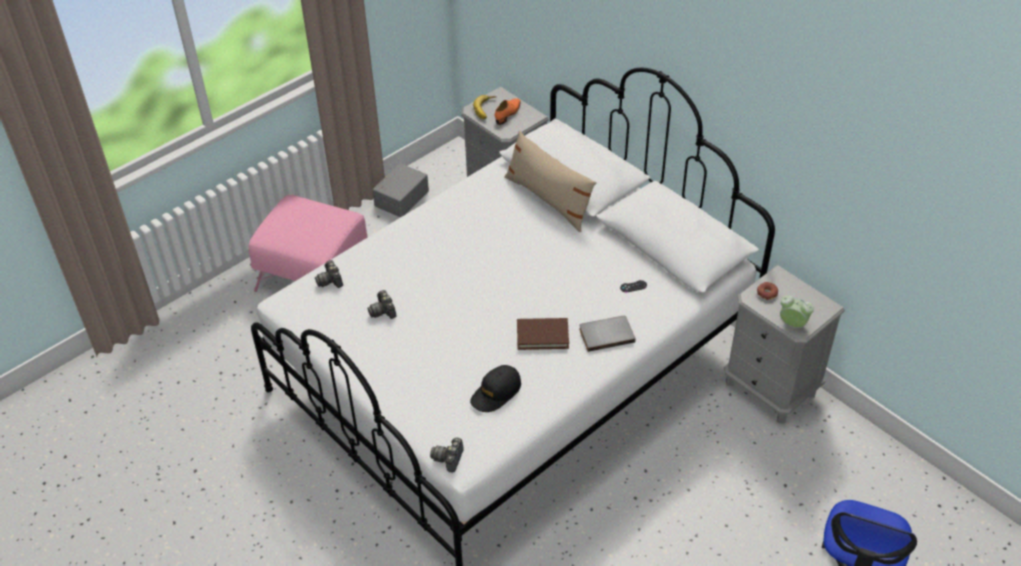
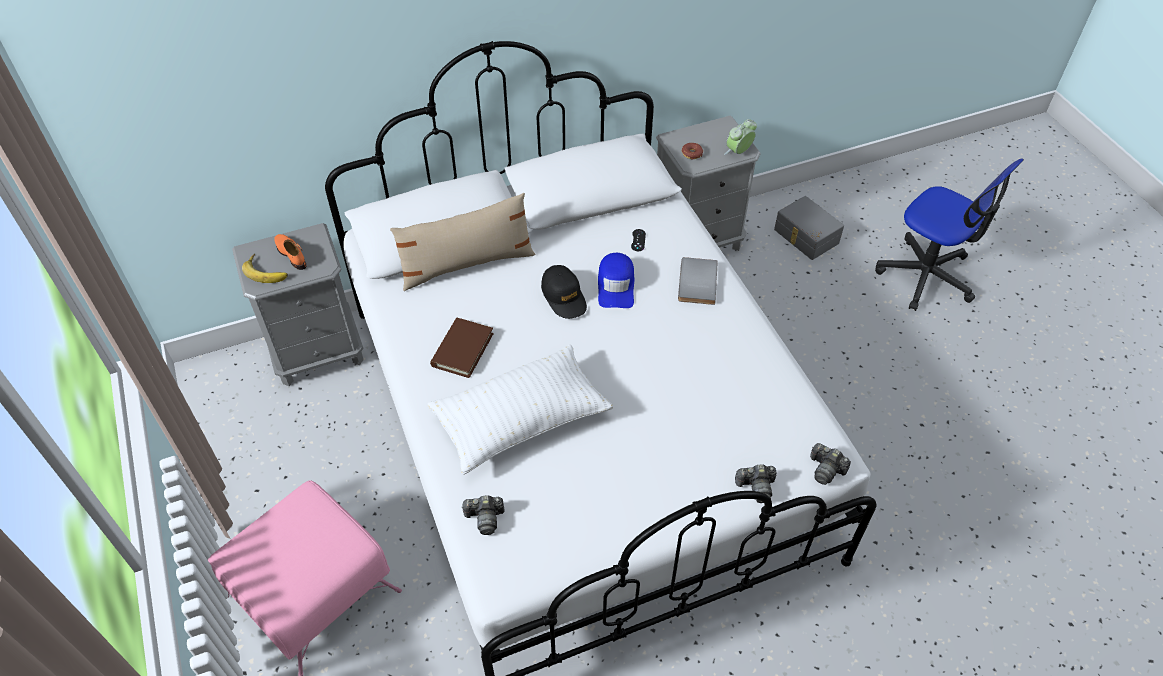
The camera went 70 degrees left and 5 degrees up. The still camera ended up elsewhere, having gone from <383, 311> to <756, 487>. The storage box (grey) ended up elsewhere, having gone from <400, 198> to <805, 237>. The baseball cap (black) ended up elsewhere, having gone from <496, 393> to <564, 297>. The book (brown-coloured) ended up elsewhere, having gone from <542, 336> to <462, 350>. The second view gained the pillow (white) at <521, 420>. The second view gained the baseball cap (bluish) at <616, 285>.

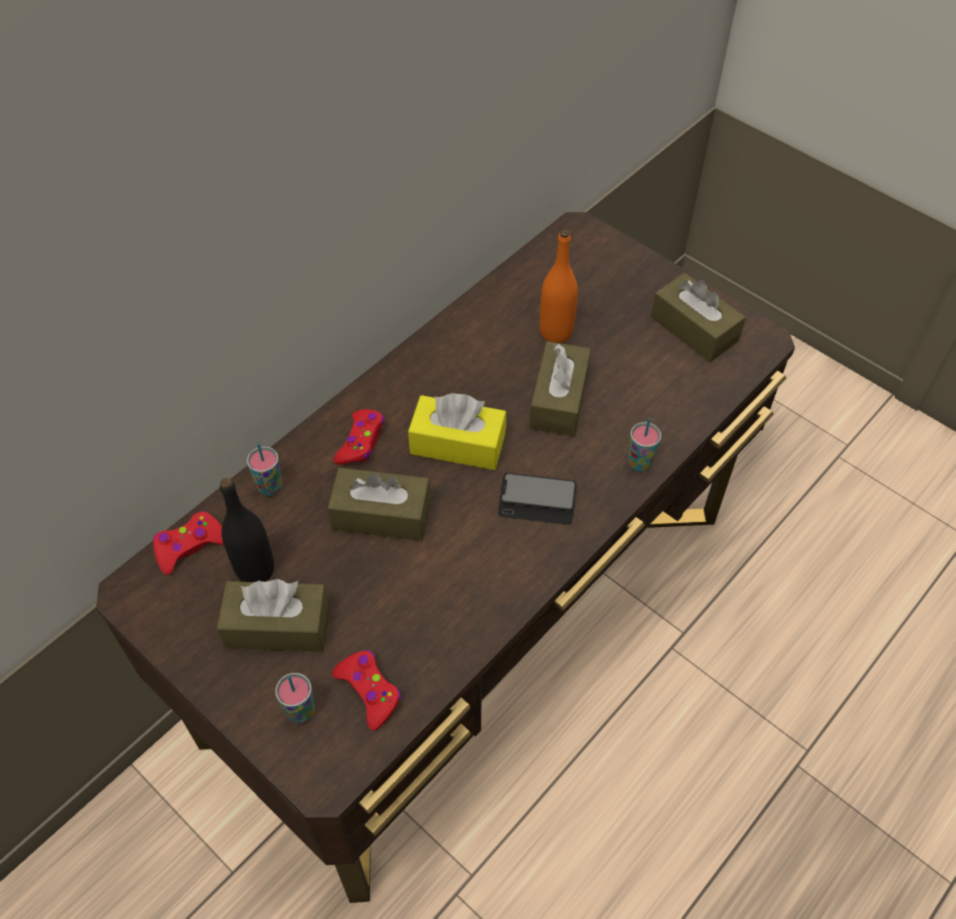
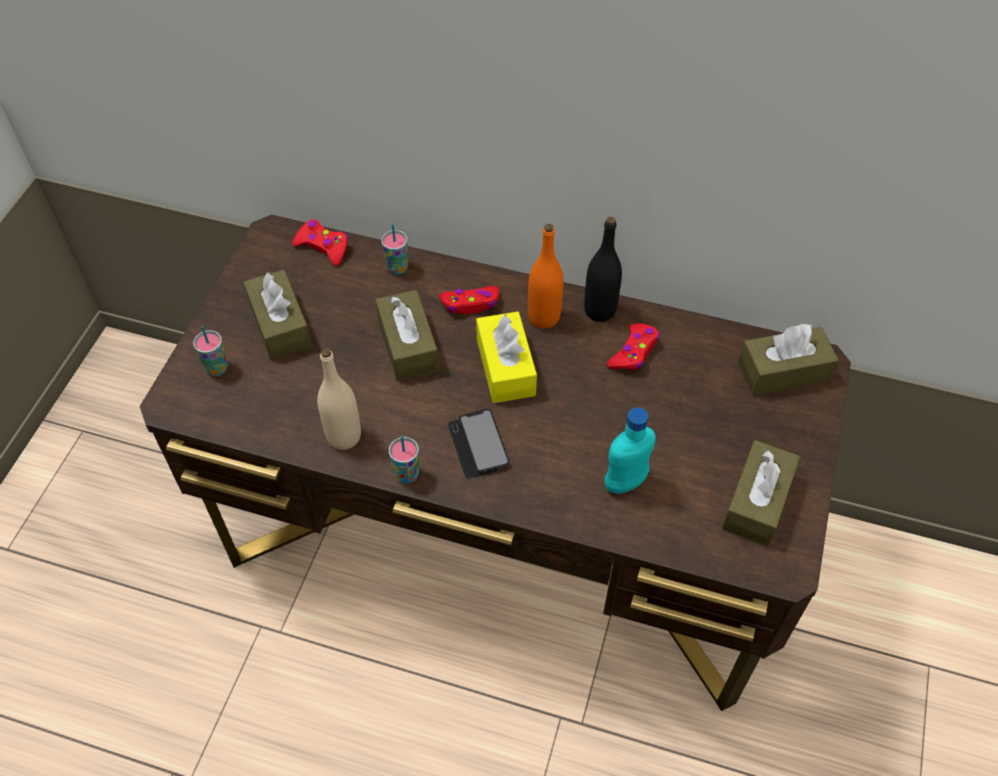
The camera went 65 degrees right and 0 degrees up. The drink bottle (black) ended up elsewhere, having gone from <255, 570> to <599, 310>. The gamepad (red) ended up elsewhere, having gone from <369, 691> to <634, 352>. The box of tissues (brown-coloured) ended up elsewhere, having gone from <559, 400> to <783, 372>. The drink bottle (orange) ended up elsewhere, having gone from <556, 332> to <544, 317>. The drinking cup ended up elsewhere, having gone from <639, 463> to <407, 475>. The second view gained the drink bottle (beige) at <344, 436>. The second view gained the drink bottle (blue-green) at <625, 482>.

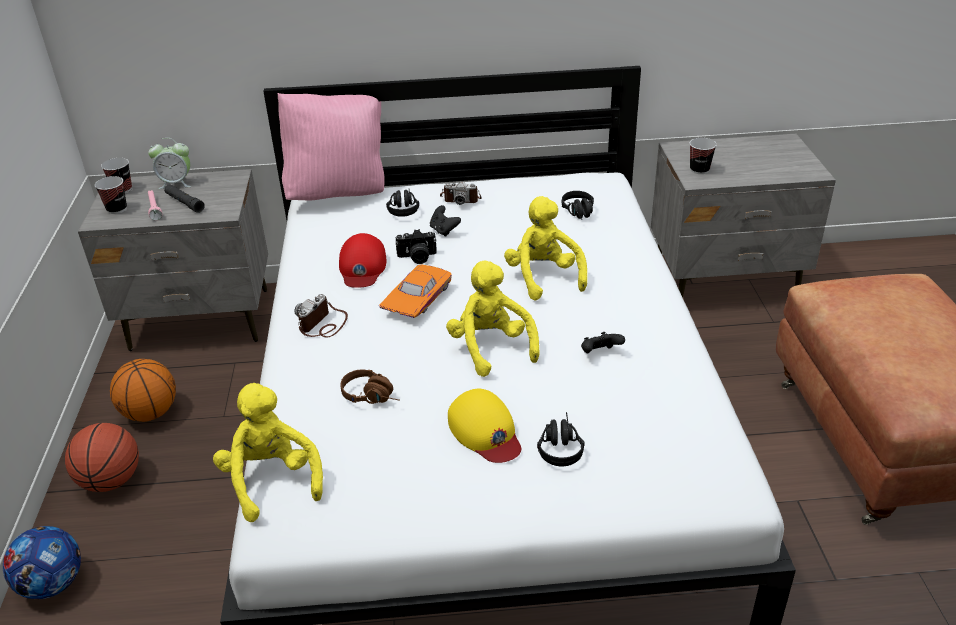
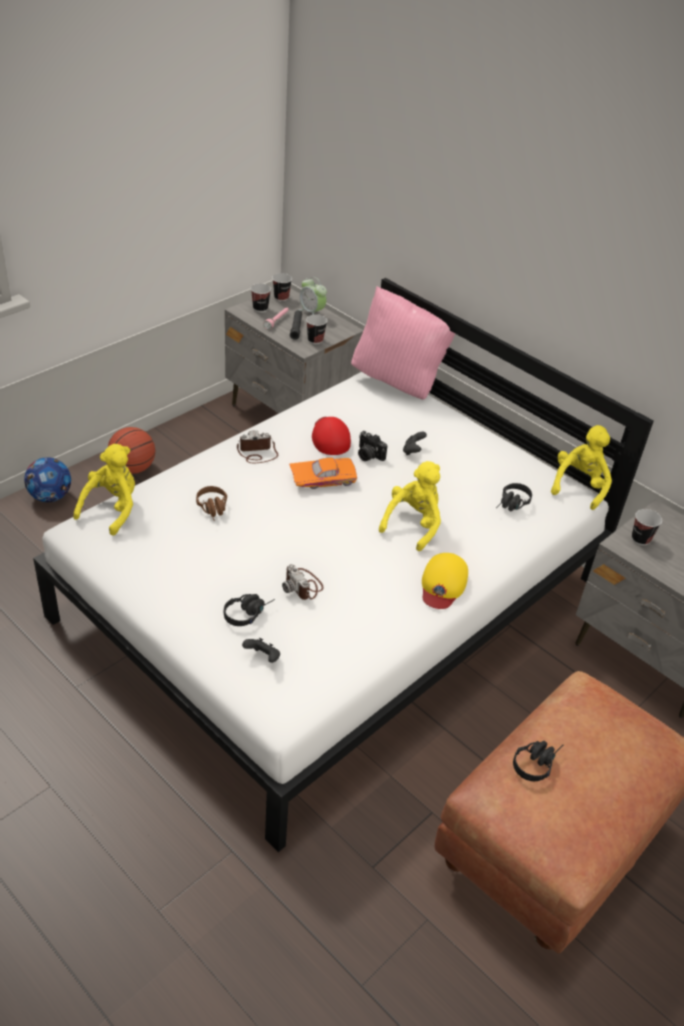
The camera went 45 degrees right and 5 degrees up. The second view lost the basketball ball at <151, 413>. The baseball cap (red) at <362, 267> ended up facing another way, 120 degrees clockwise from before. The pair of headphones (black) ended up elsewhere, having gone from <403, 208> to <536, 762>. The still camera ended up elsewhere, having gone from <461, 198> to <303, 586>. The soft toy (yellow-coloured) ended up elsewhere, having gone from <491, 347> to <579, 486>. The baseball cap (yellow-coloured) ended up elsewhere, having gone from <485, 431> to <443, 584>. The gamepad (black) ended up elsewhere, having gone from <600, 354> to <263, 658>. The second view gained the drinking cup at <315, 340>.

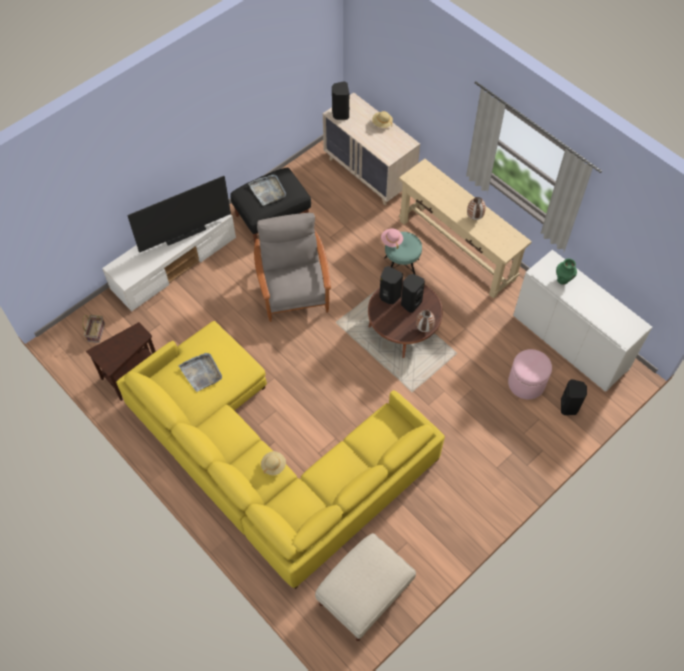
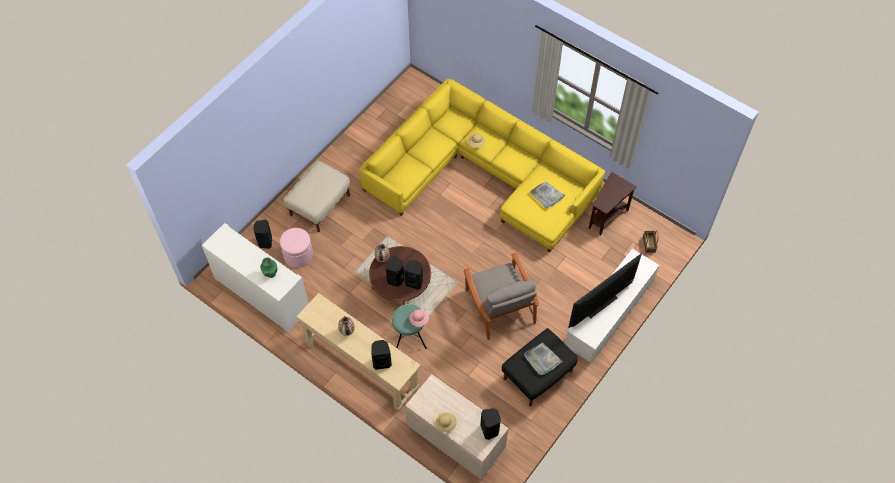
The camera went 170 degrees right and 0 degrees up. The footrest (beige) ended up elsewhere, having gone from <364, 594> to <320, 205>. The second view gained the audio speaker (black) at <382, 362>.

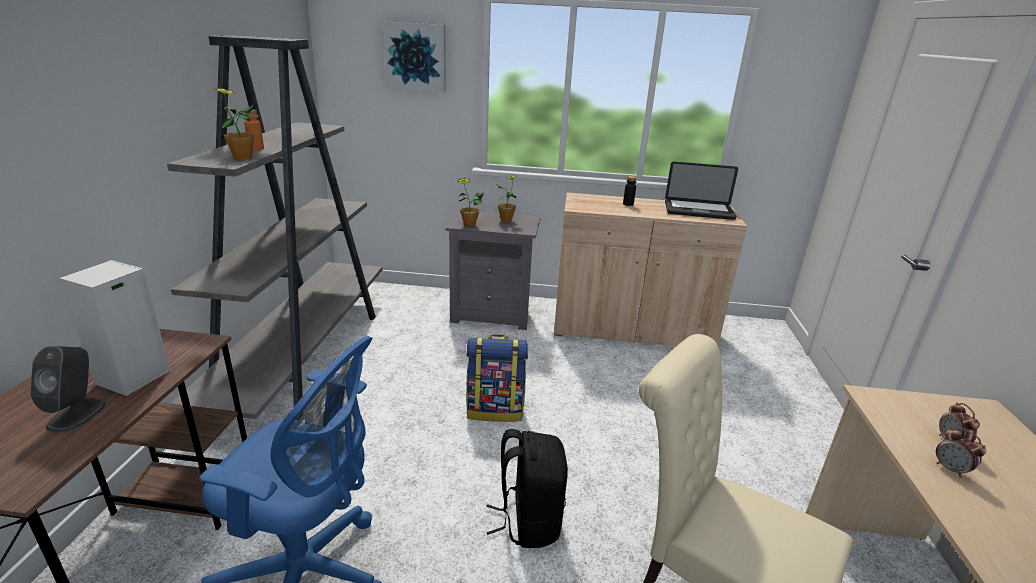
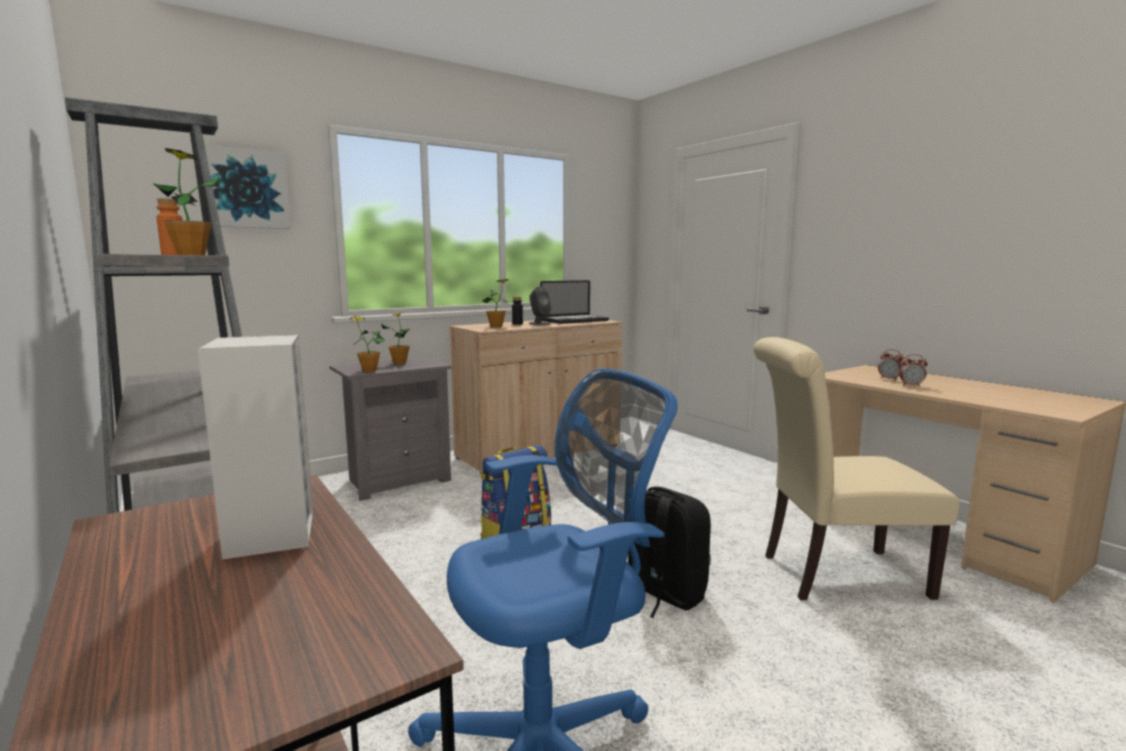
The camera went 40 degrees left and 15 degrees down. The audio speaker (grey) ended up elsewhere, having gone from <77, 414> to <539, 324>. The second view gained the plant in a pot at <496, 326>.

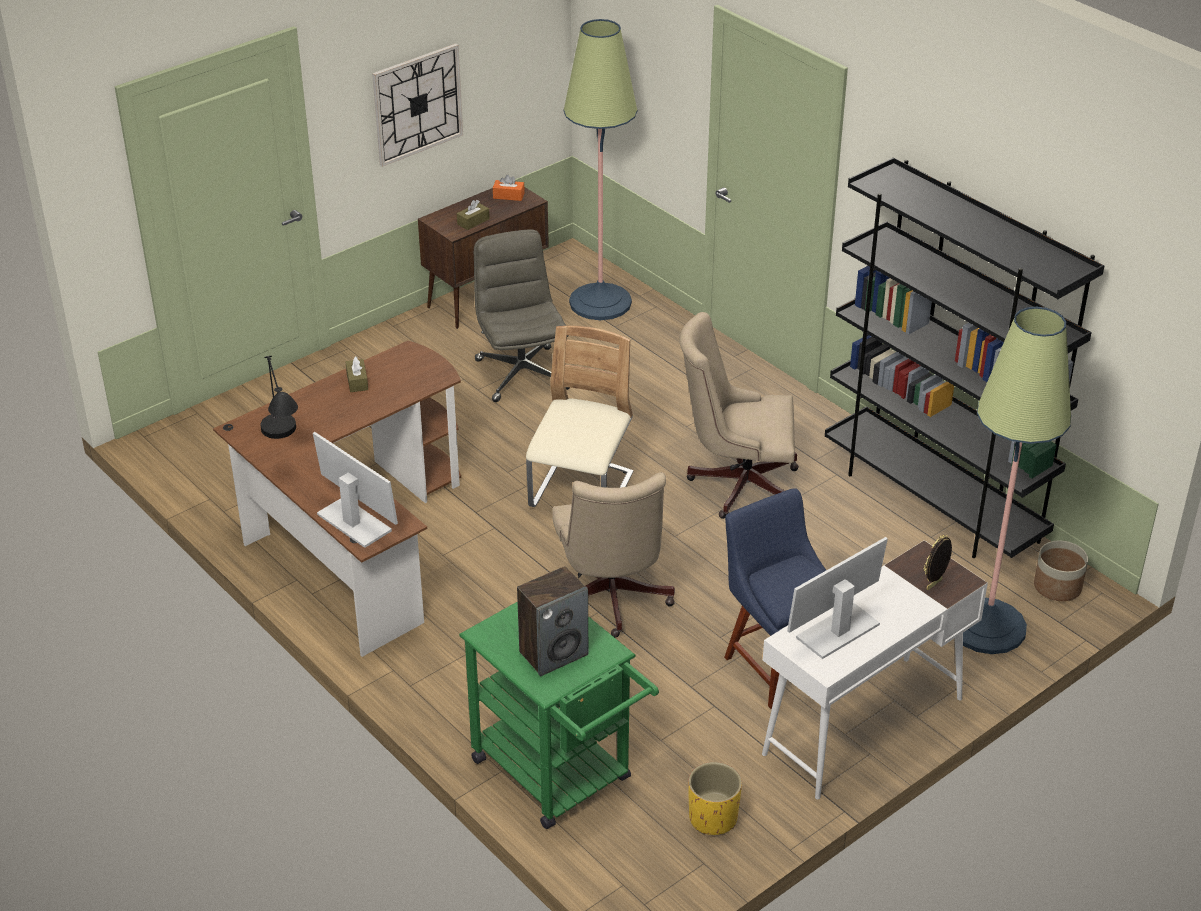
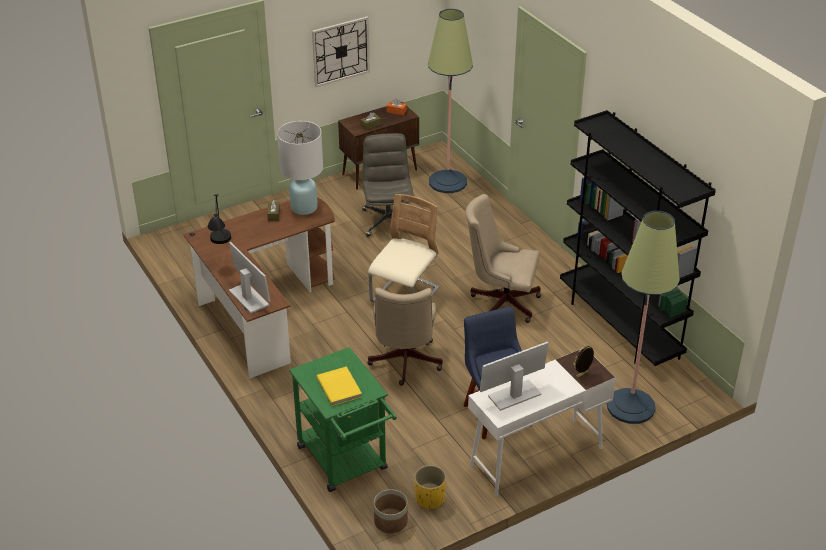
The camera went 10 degrees right and 0 degrees up. Where the audio speaker stood at <553, 653>, the book (yellow-coloured) came to stand at <340, 387>. The plant pot ended up elsewhere, having gone from <1057, 587> to <391, 521>. The second view gained the lamp for a table (white) at <304, 208>.

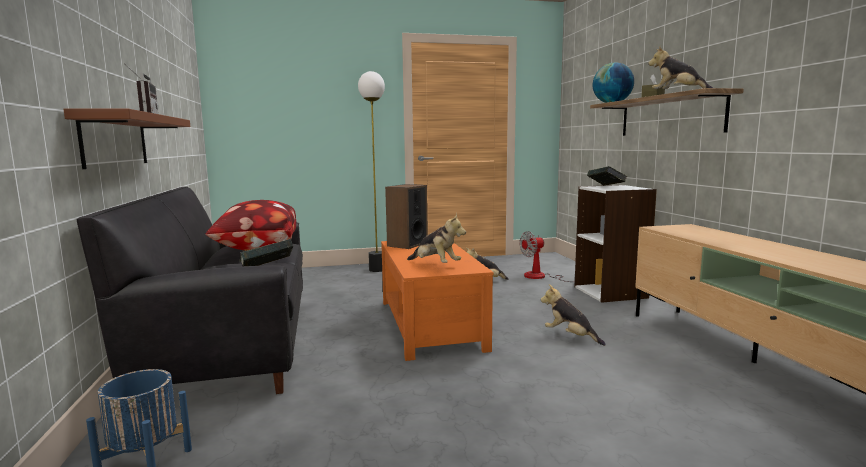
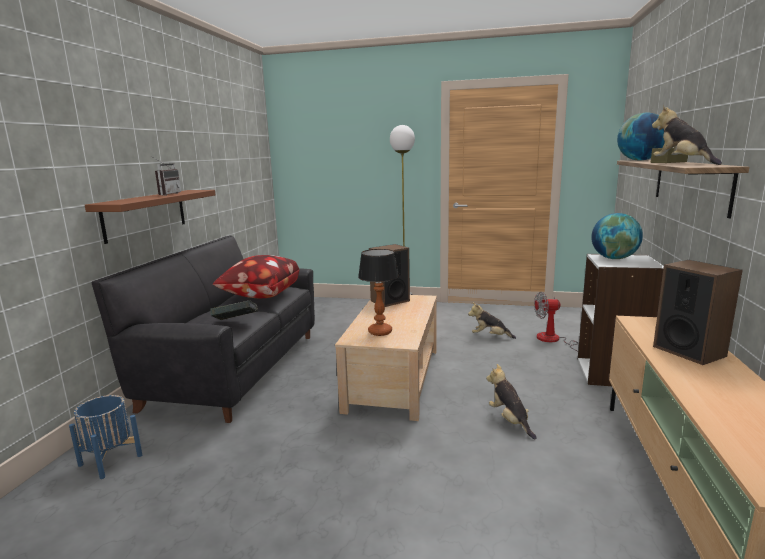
The camera went 25 degrees right and 5 degrees up. What was the low table (orange) at <428, 324> turned into the low table (beige) at <392, 378>. Where the soft toy stood at <435, 265>, the lamp for a table came to stand at <379, 332>. Where the book stood at <606, 187>, the world globe came to stand at <614, 258>. The second view gained the audio speaker at <689, 351>.

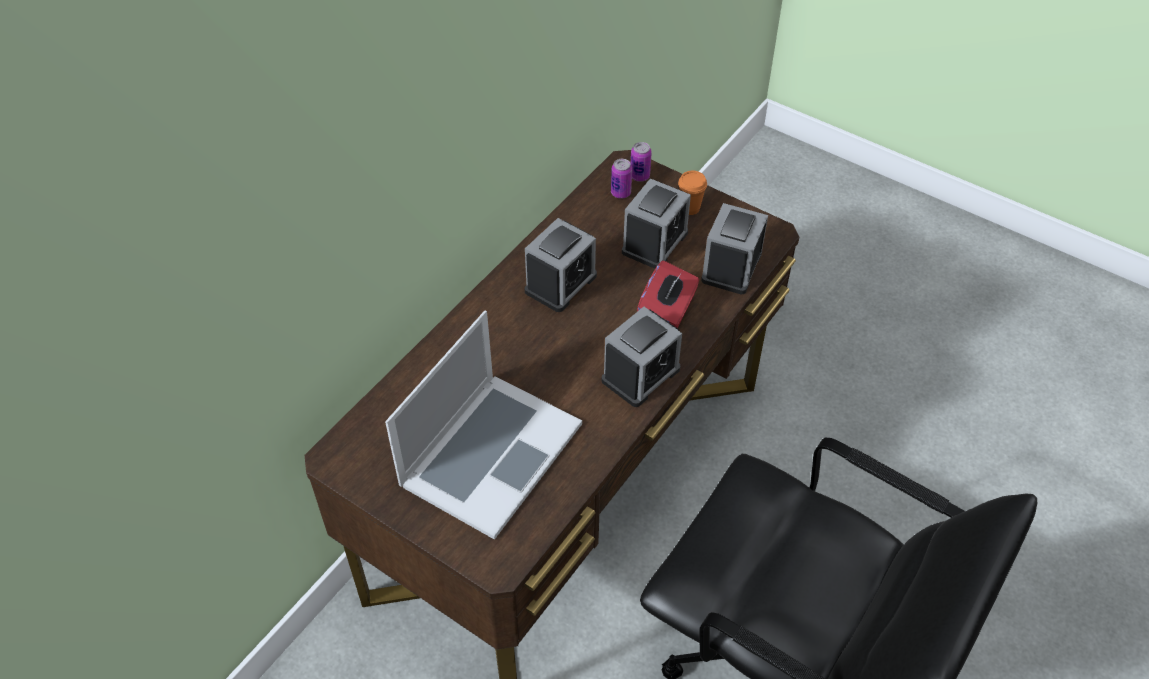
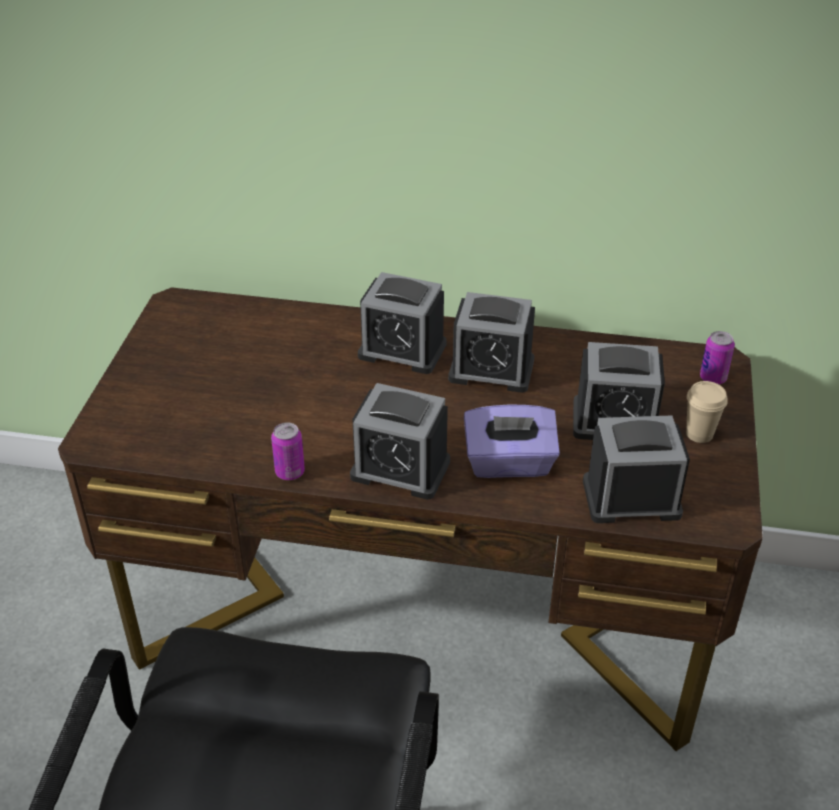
The camera went 65 degrees right and 10 degrees down. The second view lost the notebook computer at <490, 453>. The sealed can ended up elsewhere, having gone from <620, 193> to <290, 472>. What was the box of tissues (red) at <667, 313> turned into the box of tissues (purple-coloured) at <509, 463>. What was the drinking cup (orange) at <690, 208> turned into the drinking cup (beige) at <699, 434>. The second view gained the bedside clock at <402, 350>.

